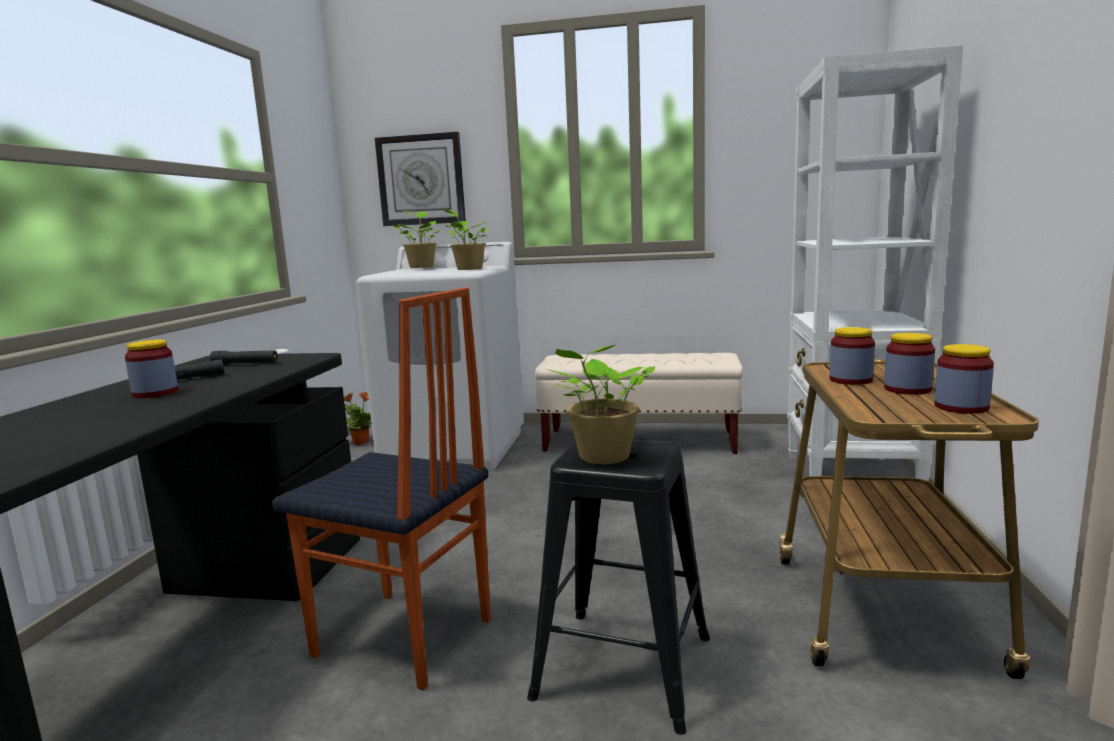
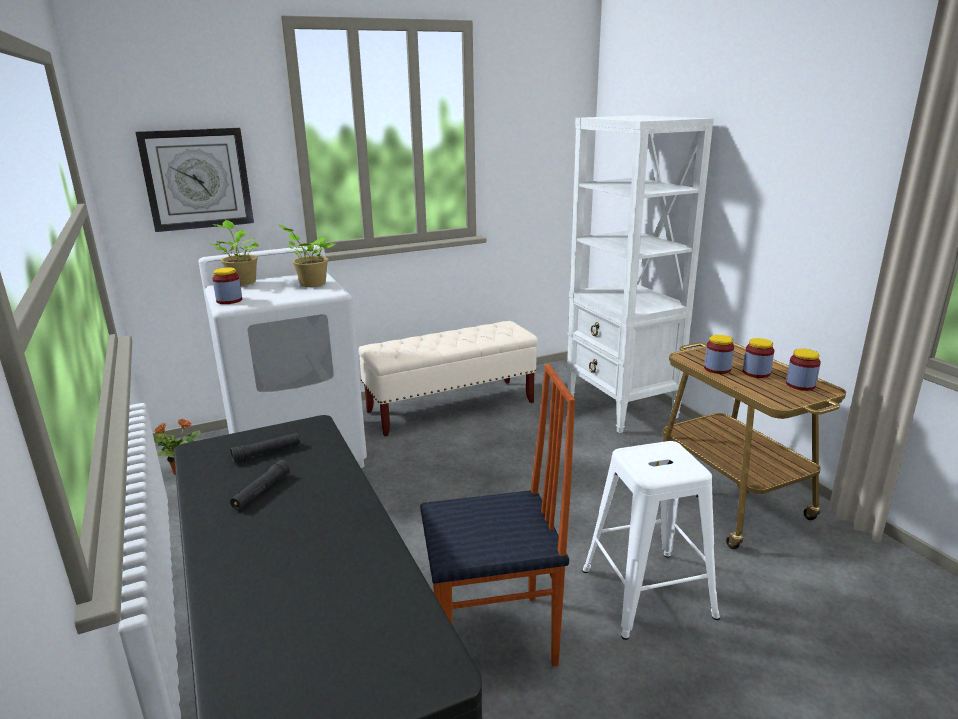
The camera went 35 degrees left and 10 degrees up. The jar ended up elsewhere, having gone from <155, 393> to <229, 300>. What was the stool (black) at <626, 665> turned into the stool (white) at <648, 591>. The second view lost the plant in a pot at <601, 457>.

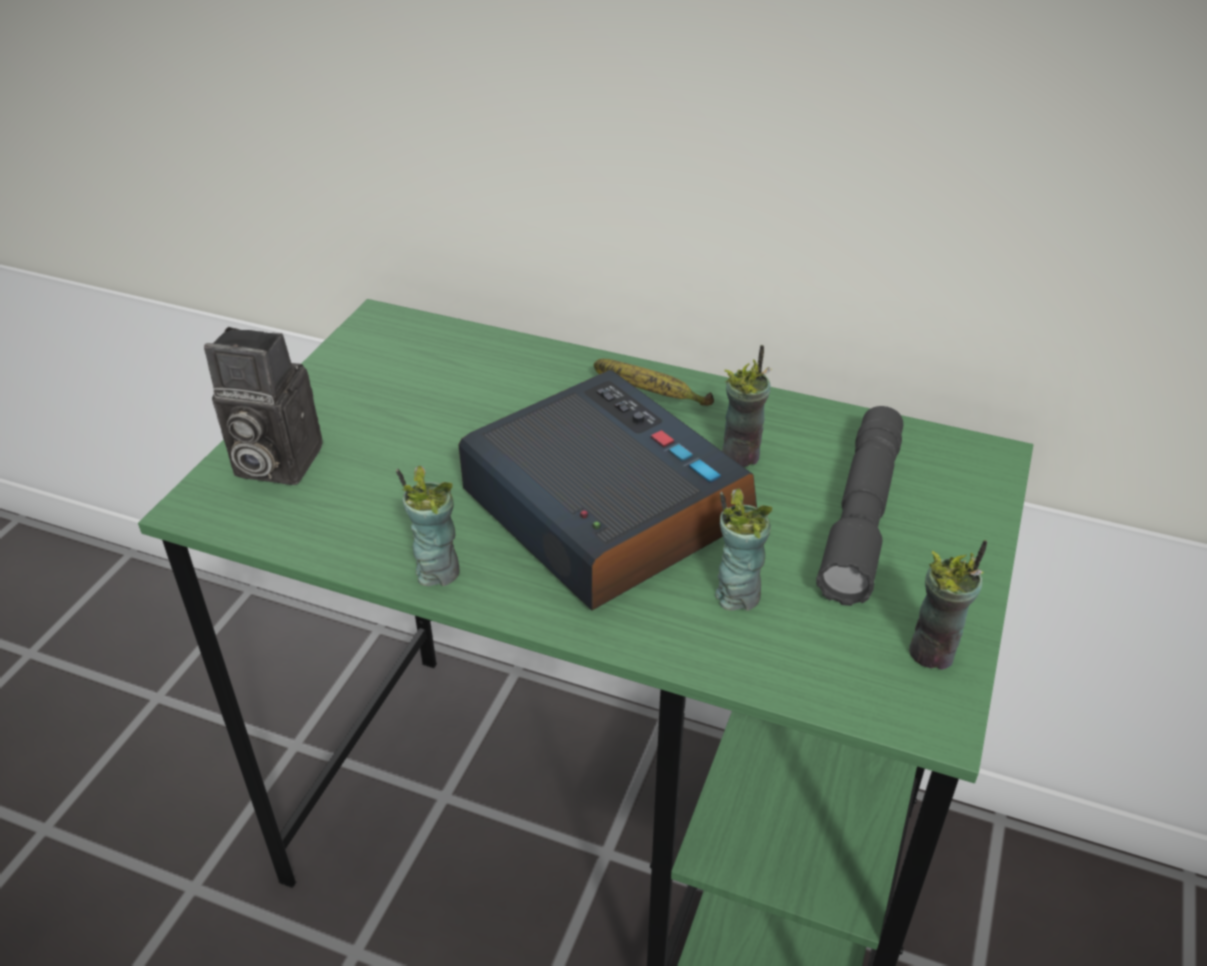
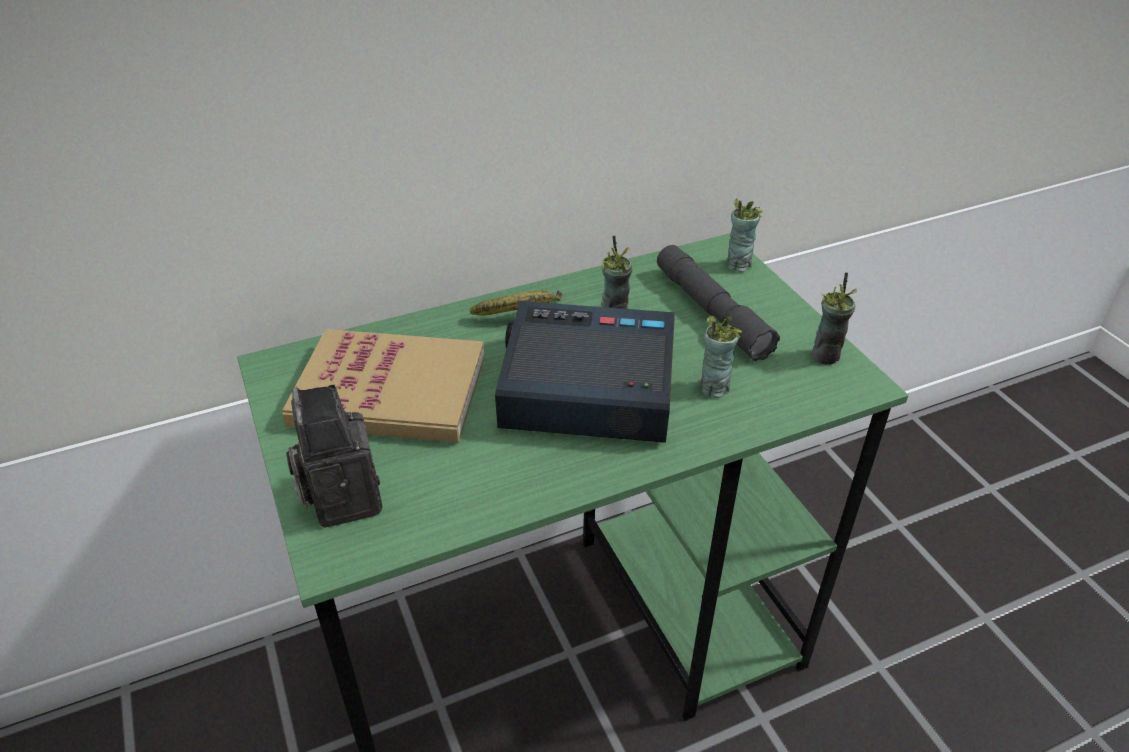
The camera went 45 degrees left and 0 degrees up. The still camera at <271, 463> ended up facing another way, 105 degrees clockwise from before. The drinking cup ended up elsewhere, having gone from <437, 571> to <738, 264>. The second view gained the book at <389, 392>.

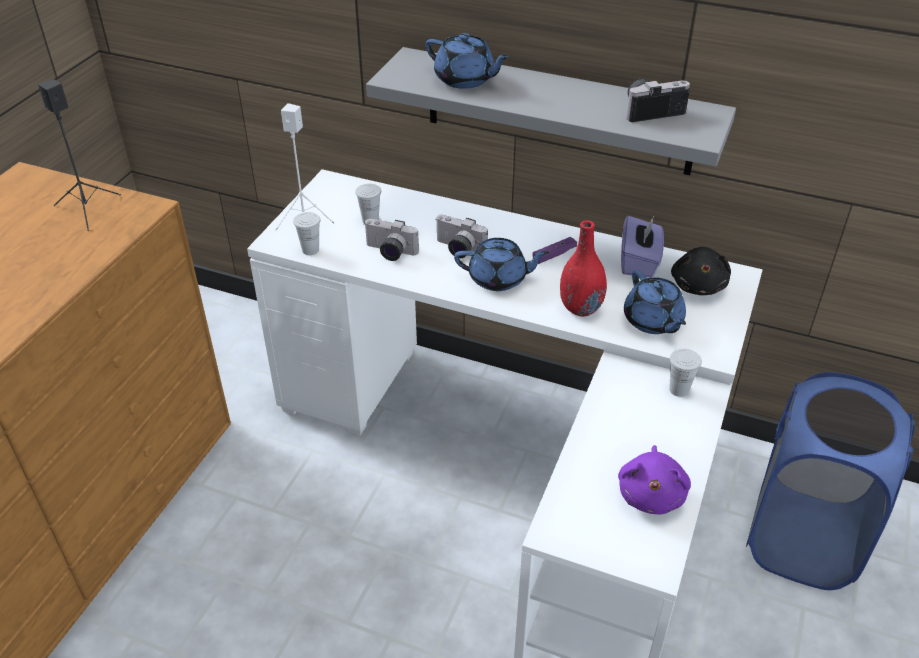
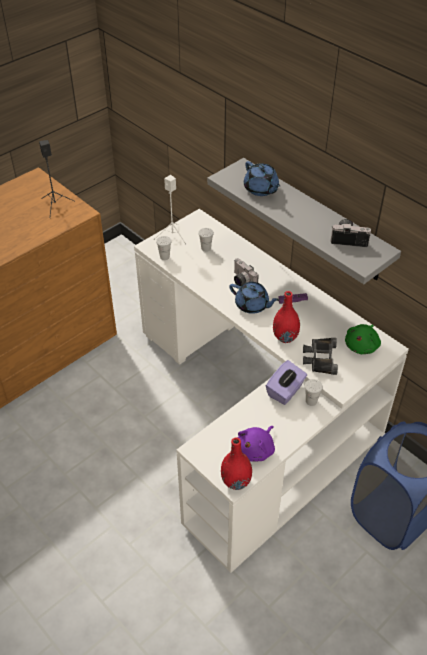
The camera went 25 degrees right and 5 degrees up. The second view lost the still camera at <389, 252>. The box of tissues (purple-coloured) ended up elsewhere, having gone from <639, 262> to <285, 391>. Where the tea pot (bluish) stood at <653, 321>, the field glasses (black) came to stand at <320, 358>. What was the soft toy (black) at <698, 285> turned into the soft toy (greenish) at <362, 346>. The second view gained the flower vase (red) at <236, 481>.

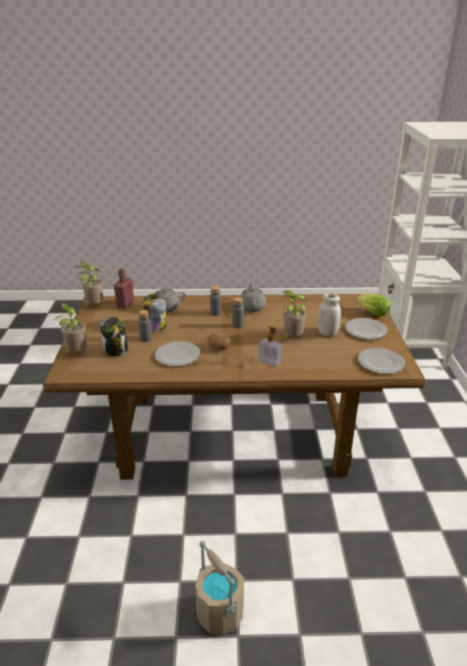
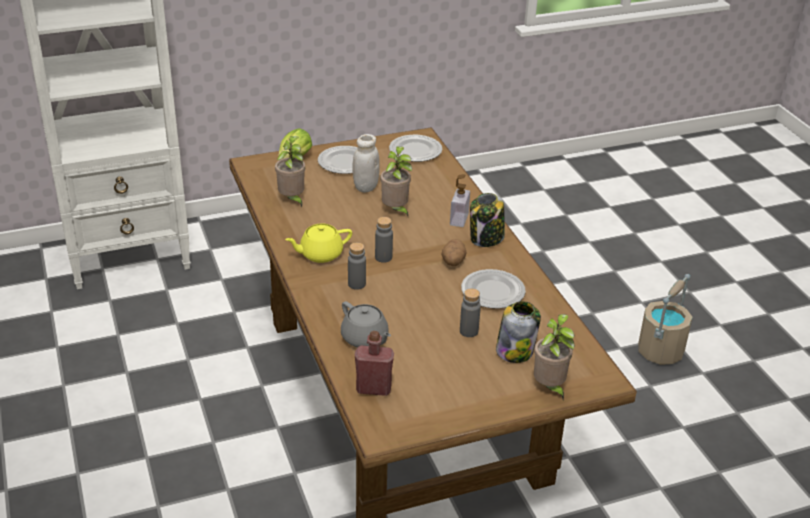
The camera went 110 degrees left and 5 degrees up. The plant in a pot ended up elsewhere, having gone from <93, 306> to <292, 200>. The jar ended up elsewhere, having gone from <155, 326> to <486, 239>. What was the tea pot (grey) at <252, 307> turned into the tea pot (yellow-coloured) at <320, 254>.

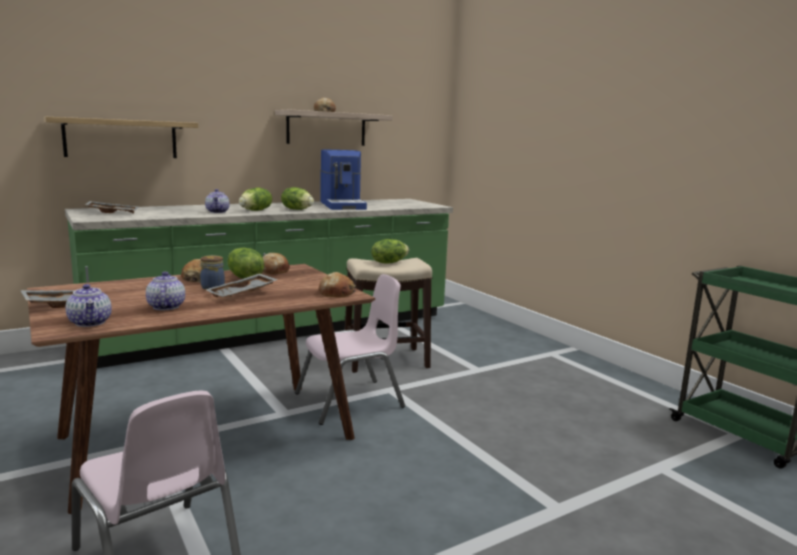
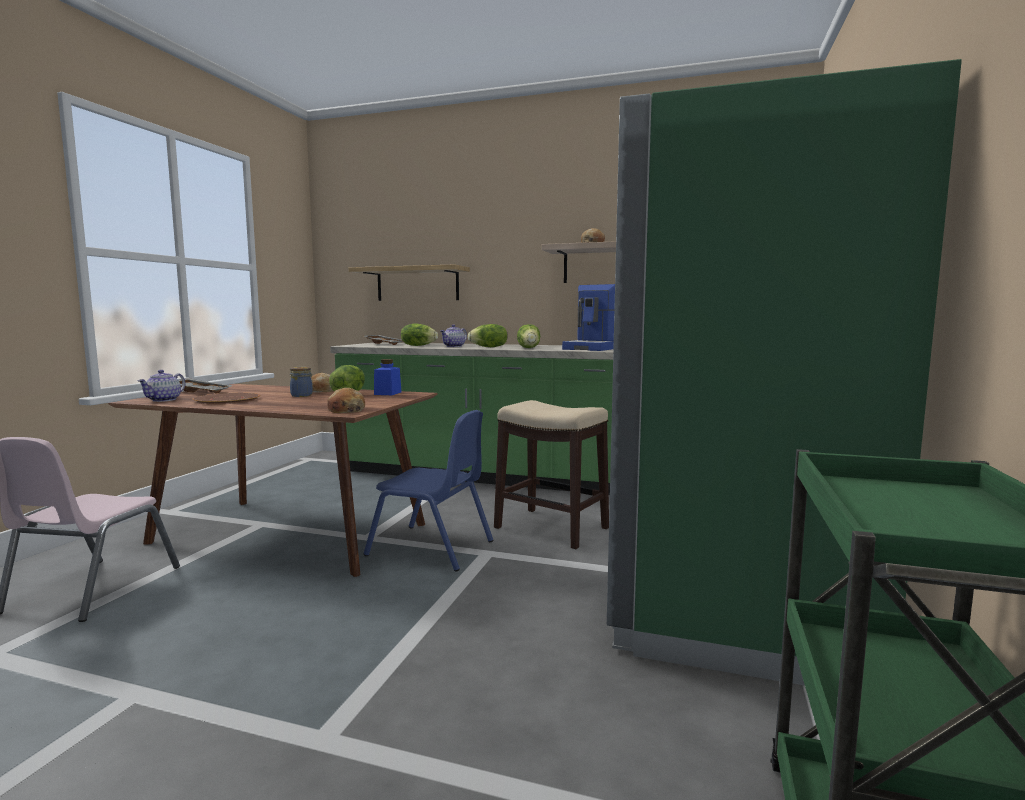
The camera went 50 degrees right and 5 degrees down. Where the tea pot stood at <165, 307>, the dinner plate (brown-coloured) came to stand at <226, 400>. The second view lost the carrying tray (grey) at <243, 294>. Where the baked bread stood at <273, 271>, the jar (bluish) came to stand at <387, 393>. What was the plain chair (pinkish) at <350, 401> turned into the plain chair (bluish) at <431, 548>. The head of lettuce ended up elsewhere, having gone from <389, 262> to <418, 345>. The second view gained the kitchen fridge (greenish) at <729, 596>.

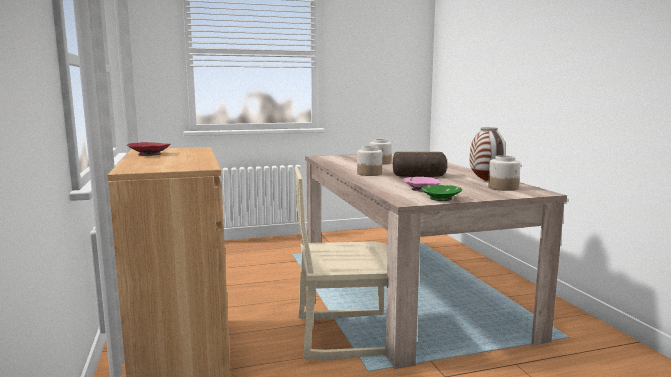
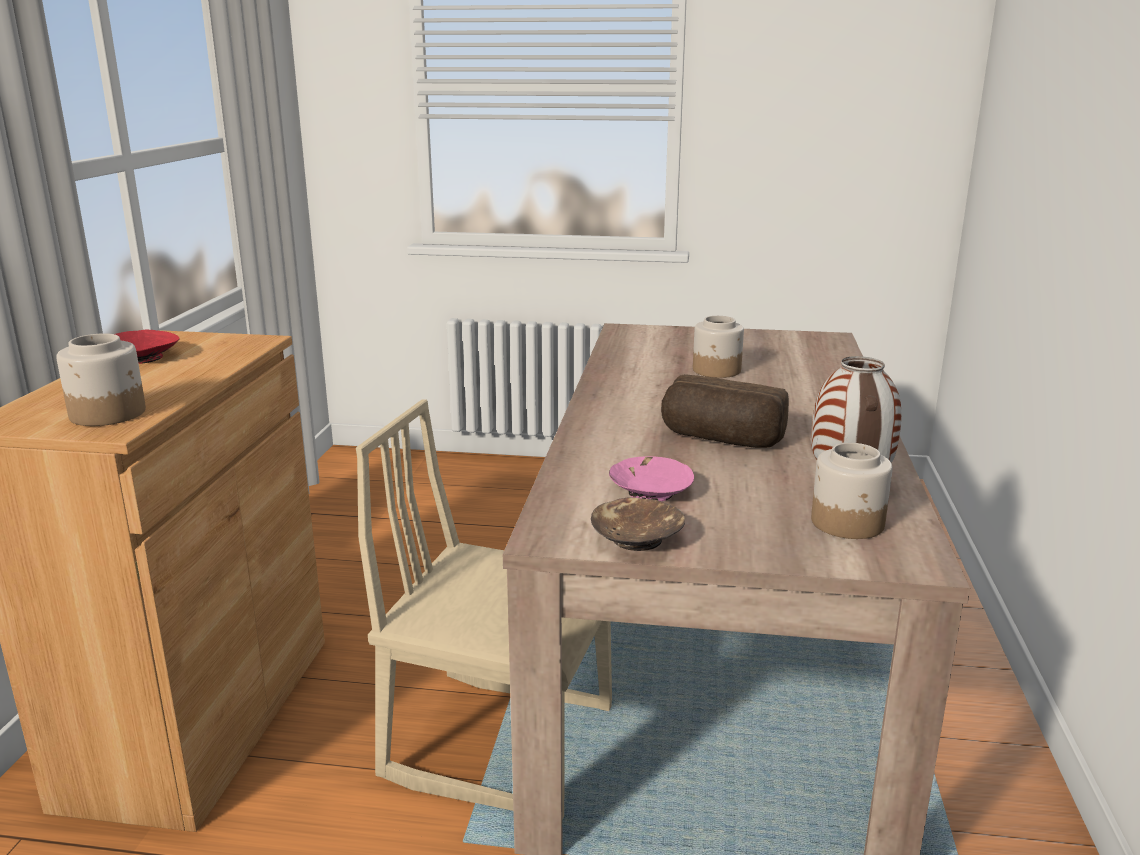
The camera went 25 degrees right and 10 degrees up. The jar ended up elsewhere, having gone from <369, 174> to <109, 414>. What was the bowl (greenish) at <440, 198> turned into the bowl (brown-coloured) at <637, 538>.

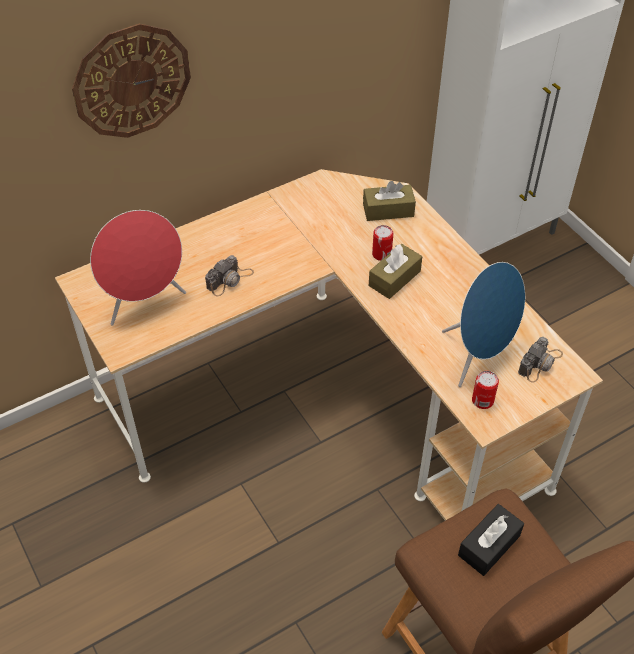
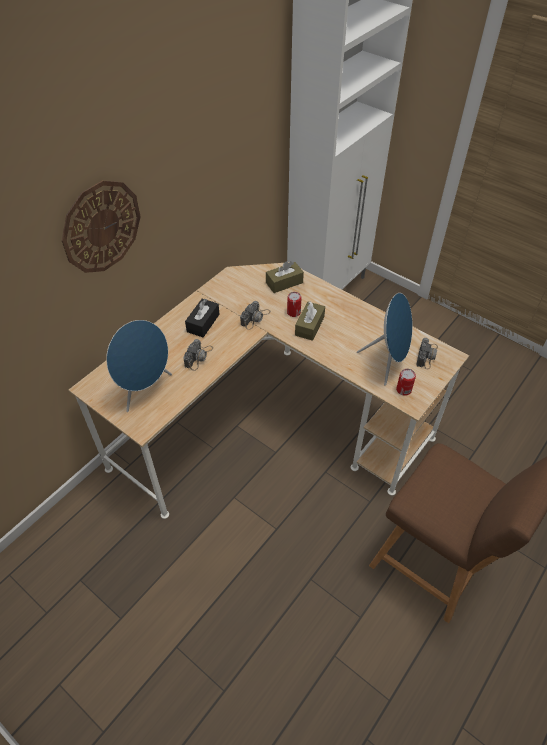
The camera went 20 degrees left and 0 degrees up. What was the audio speaker (red) at <145, 303> turned into the audio speaker (bluish) at <145, 389>. The box of tissues (black) ended up elsewhere, having gone from <489, 545> to <203, 323>. The second view gained the still camera at <255, 318>.

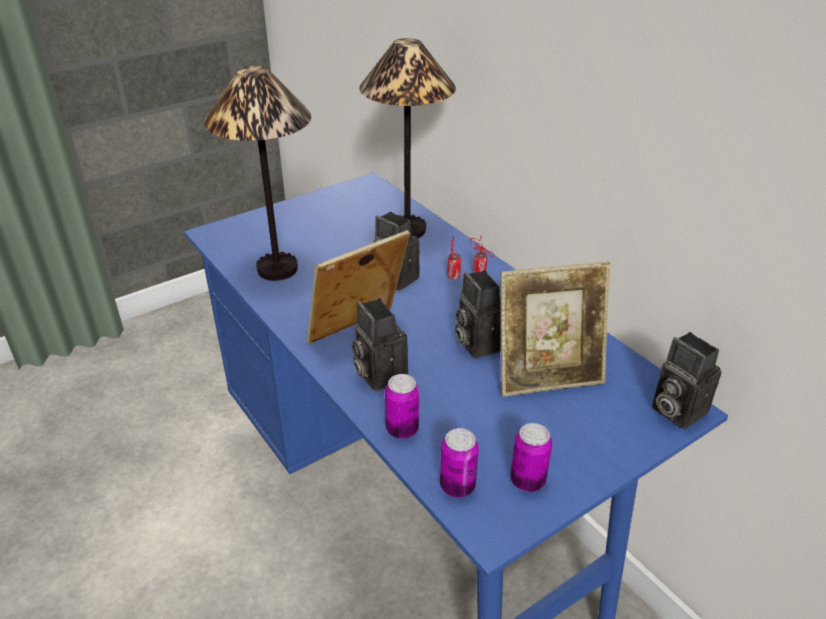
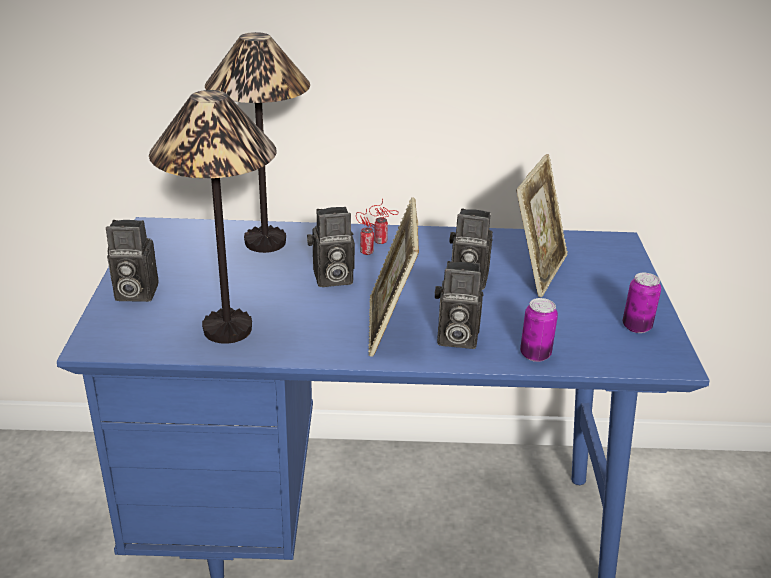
The camera went 55 degrees left and 5 degrees down. The second view lost the sealed can at <457, 486>. The still camera ended up elsewhere, having gone from <674, 410> to <133, 293>.

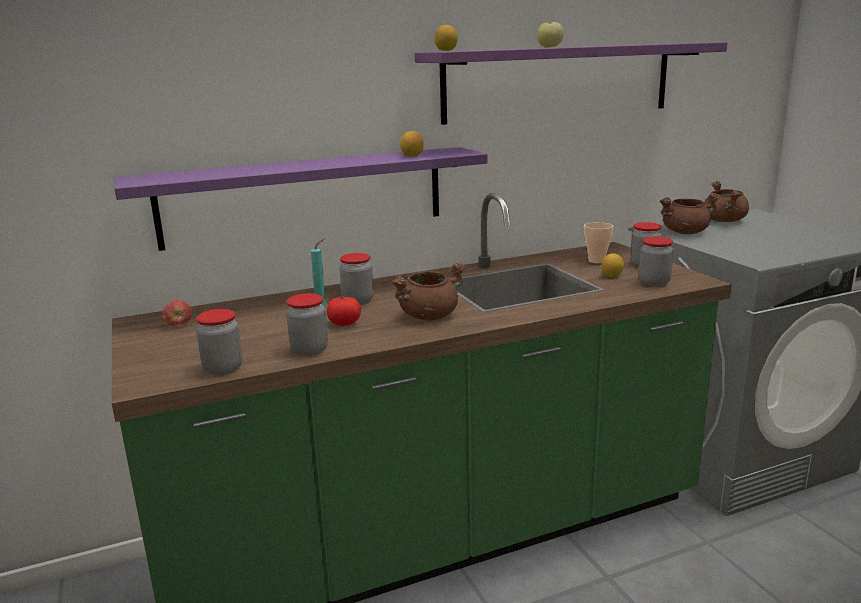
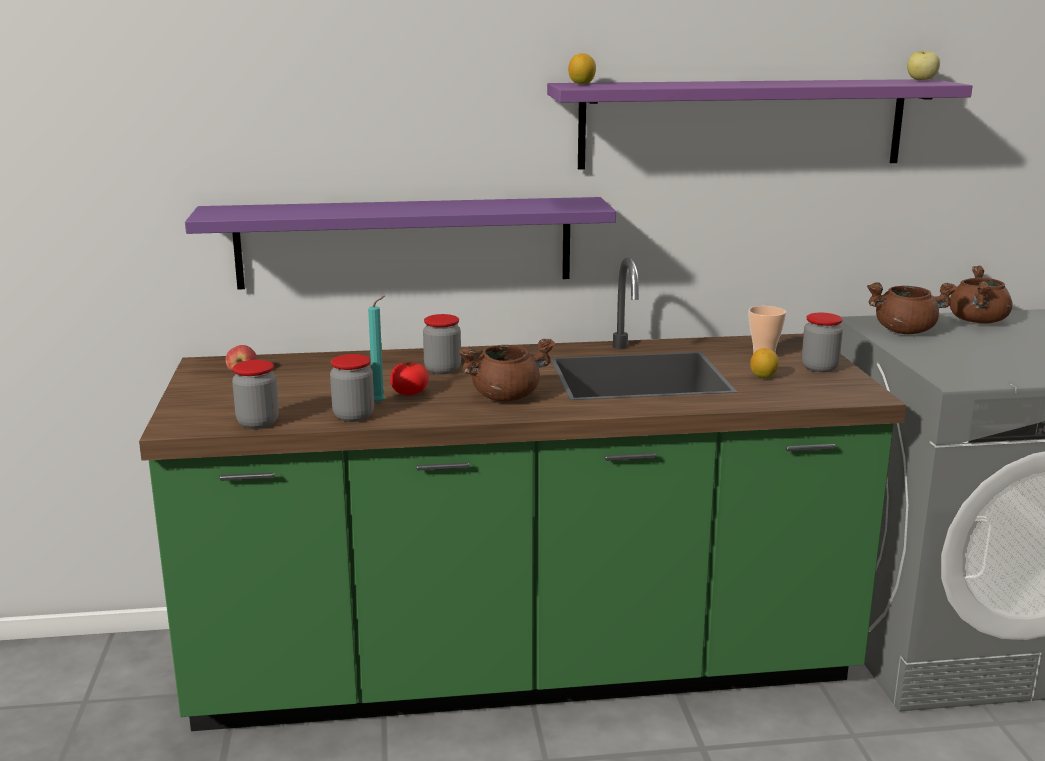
The camera went 15 degrees right and 0 degrees up. The second view lost the citrus fruit at <412, 156>. The apple fruit ended up elsewhere, having gone from <549, 47> to <921, 80>. The second view lost the jar at <654, 283>.

